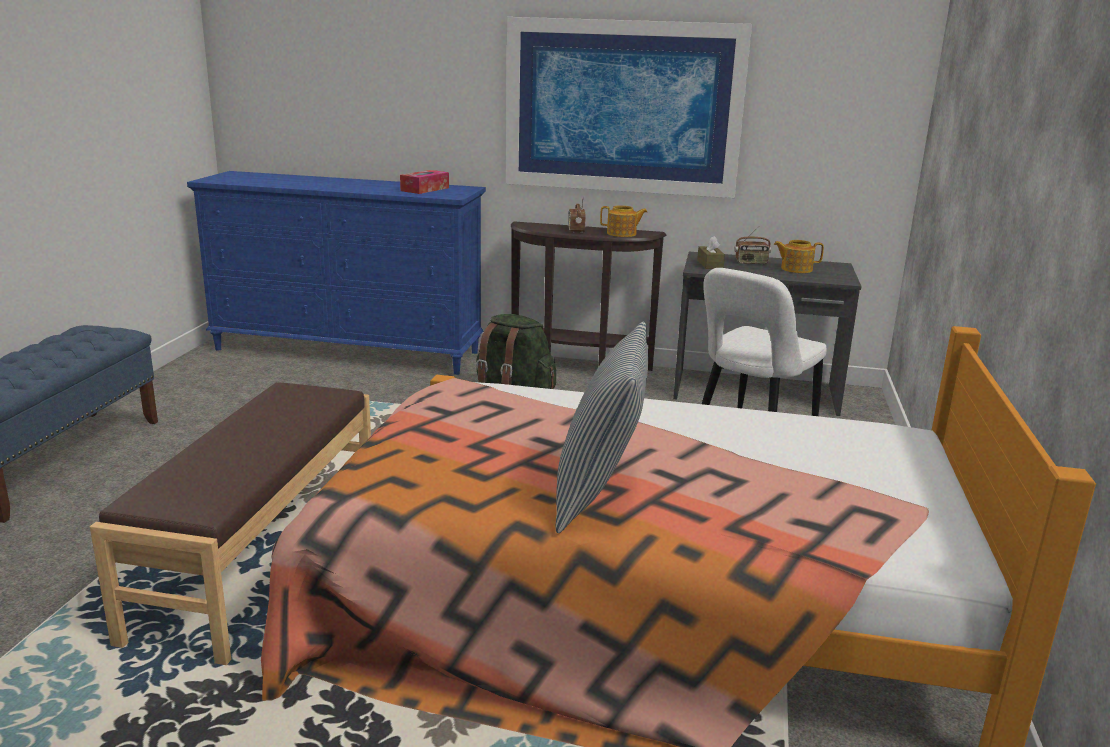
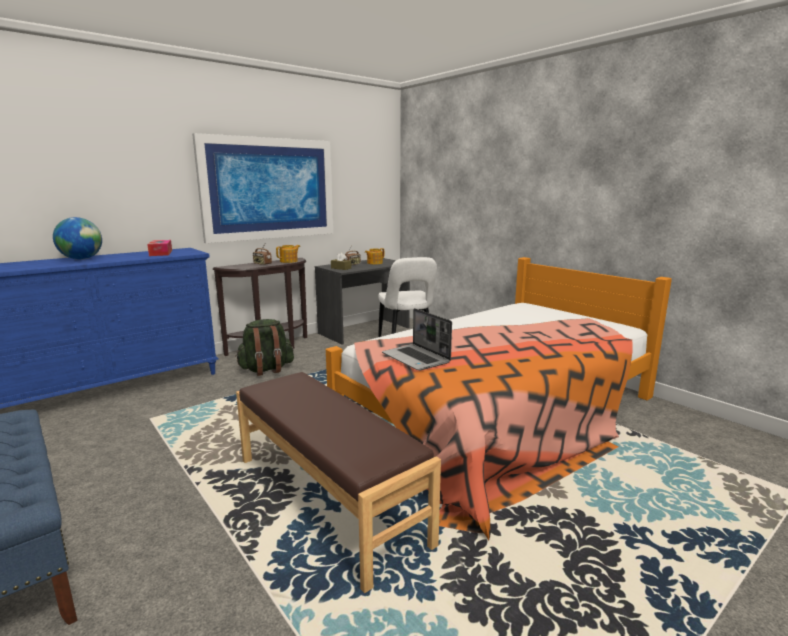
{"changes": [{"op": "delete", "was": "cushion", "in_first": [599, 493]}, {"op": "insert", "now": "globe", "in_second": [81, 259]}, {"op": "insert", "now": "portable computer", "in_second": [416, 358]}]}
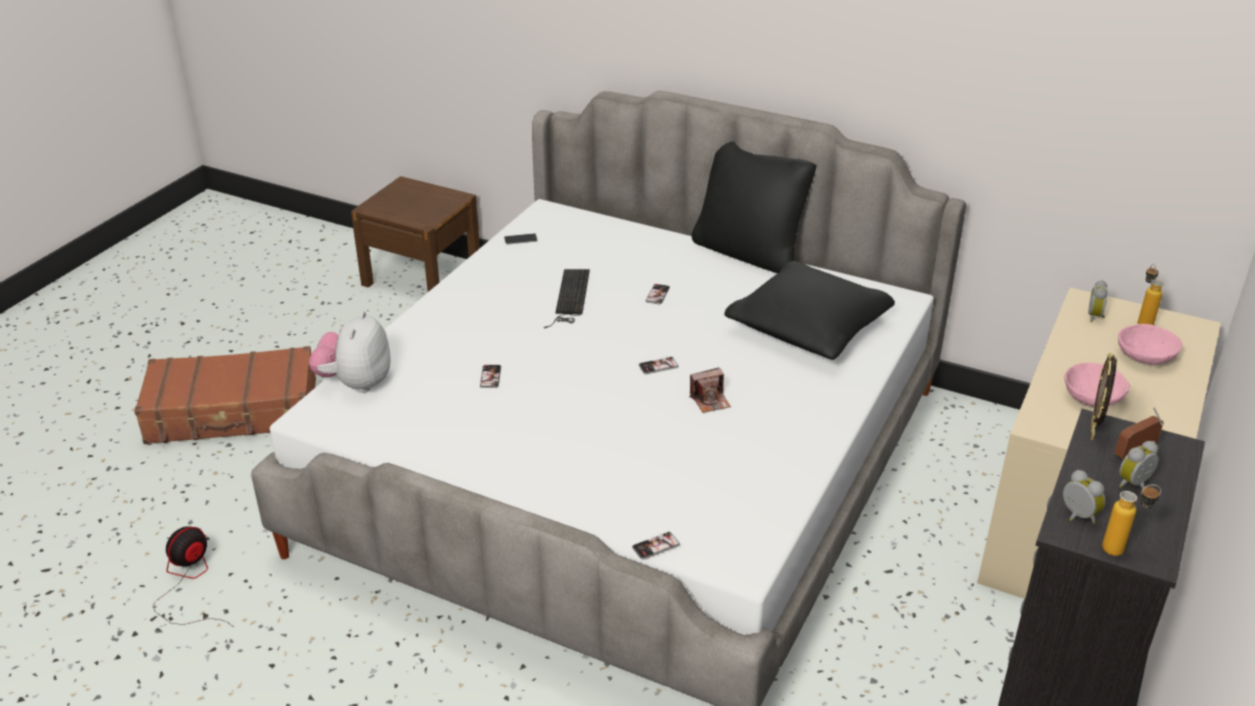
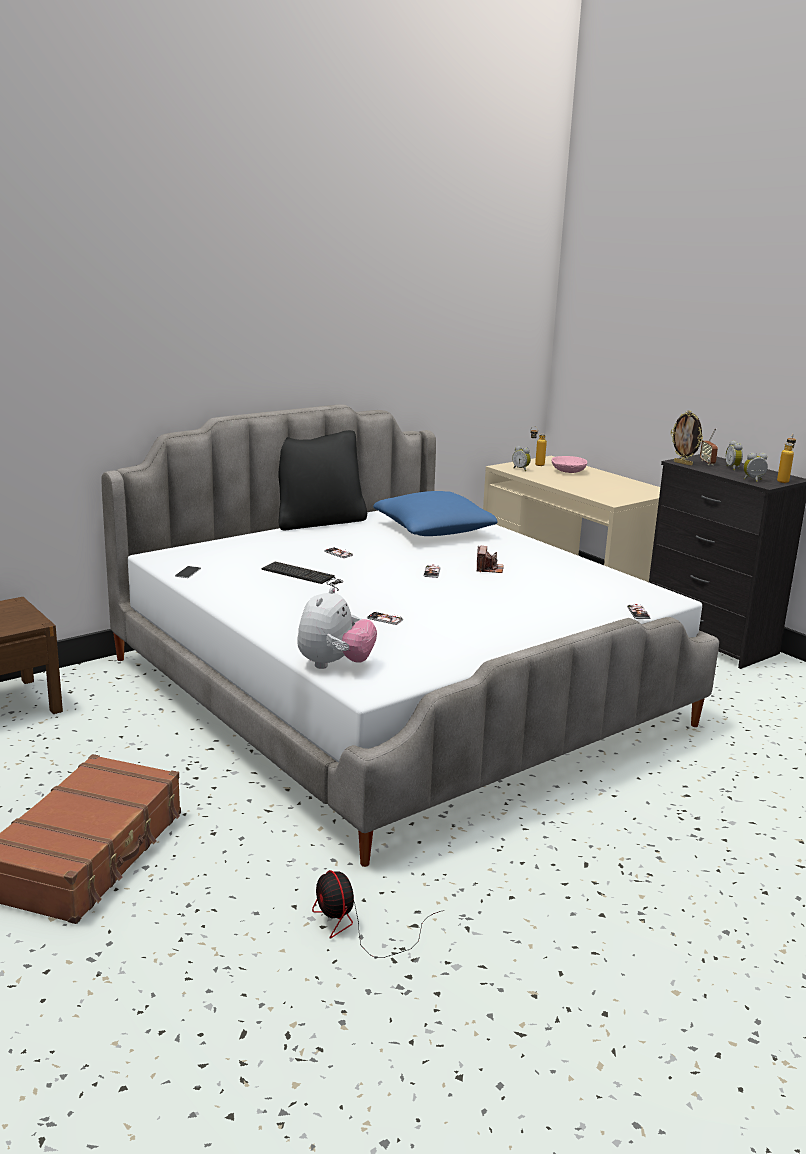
{"changes": [{"op": "recolor", "was": "black-coloured cushion", "now": "bluish cushion", "in_first": [808, 327], "in_second": [433, 530]}, {"op": "rotate", "was": "soft toy", "in_first": [356, 383], "in_second": [334, 665], "clockwise": -105}, {"op": "delete", "was": "pink-coloured deep dish", "in_first": [1092, 397]}]}
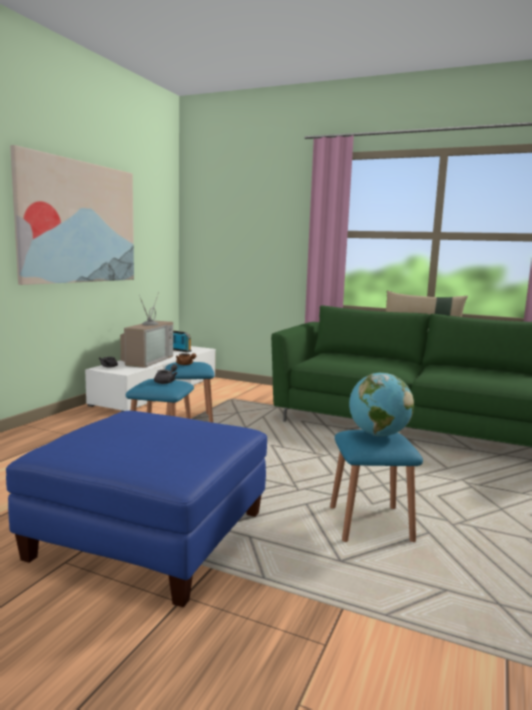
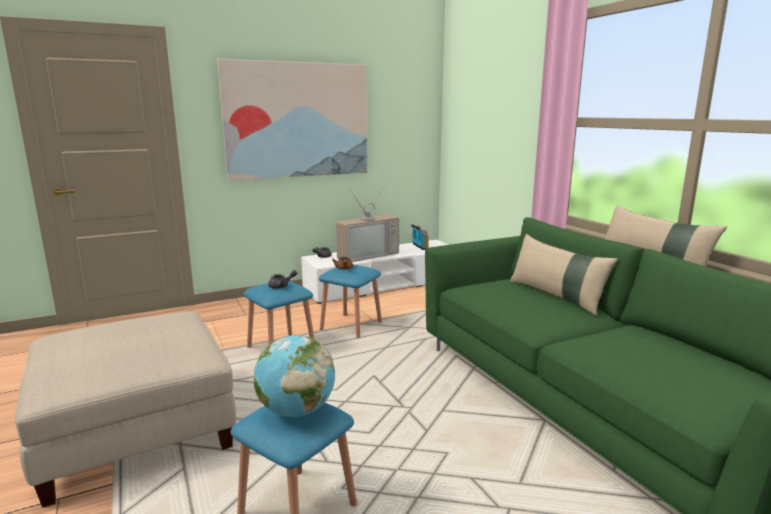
{"changes": [{"op": "recolor", "was": "bluish pouffe", "now": "beige pouffe", "in_first": [149, 535], "in_second": [135, 430]}, {"op": "insert", "now": "beige cushion", "in_second": [556, 296]}]}
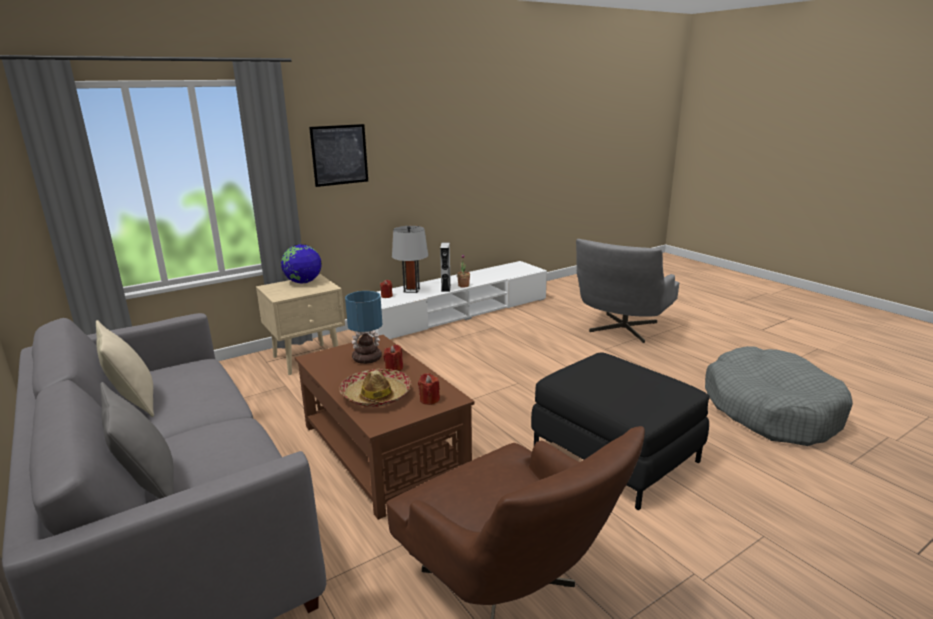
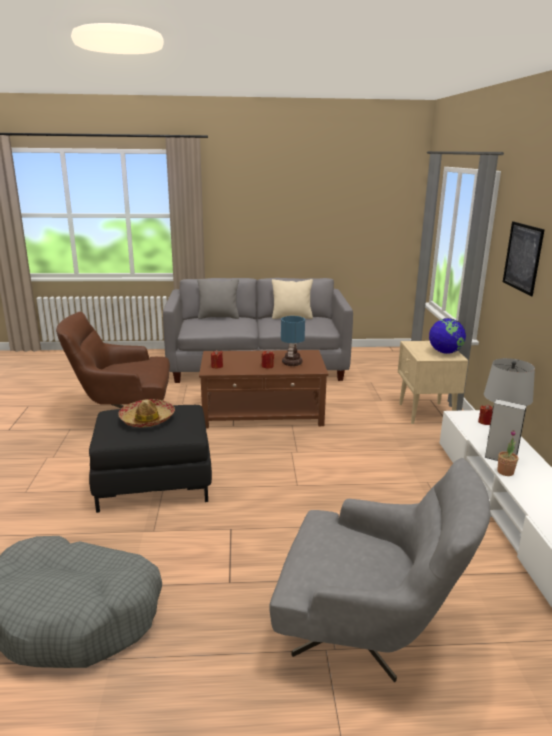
{"changes": [{"op": "rotate", "was": "greyish armchair", "in_first": [621, 331], "in_second": [368, 633], "clockwise": 135}, {"op": "move", "was": "hat", "in_first": [376, 396], "in_second": [147, 419]}]}
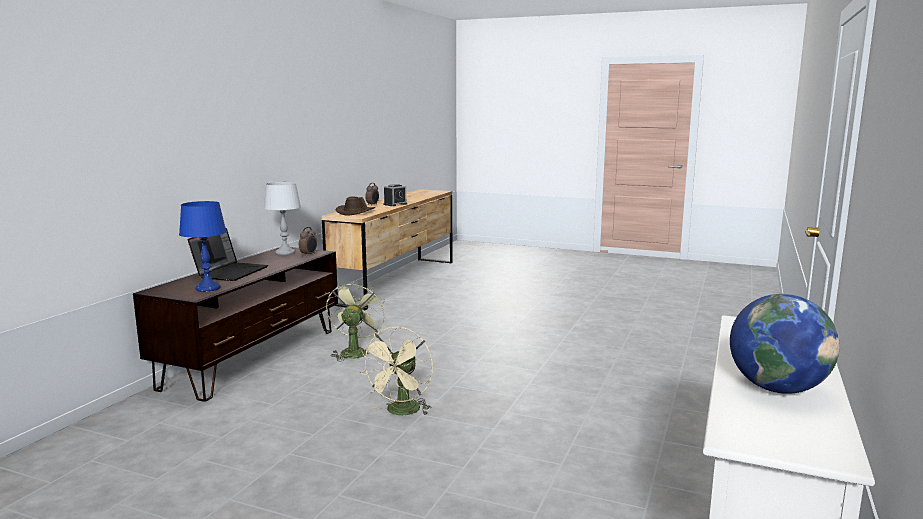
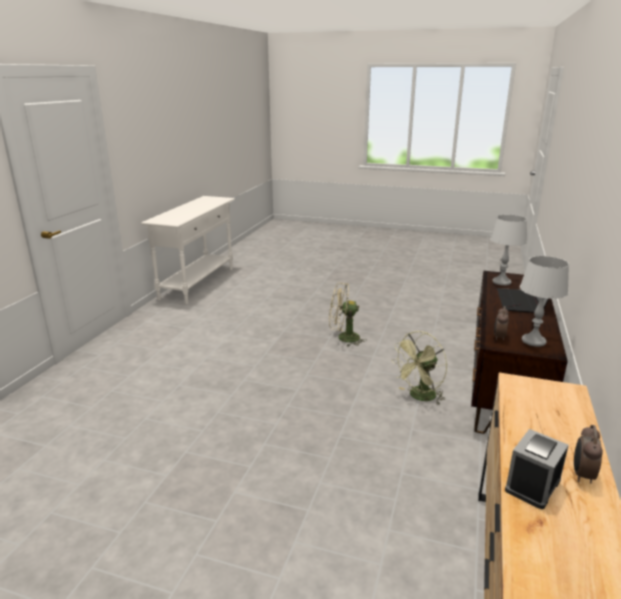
{"changes": [{"op": "delete", "was": "brownish hat", "in_first": [356, 212]}, {"op": "recolor", "was": "bluish table lamp", "now": "greyish table lamp", "in_first": [208, 288], "in_second": [501, 282]}, {"op": "rotate", "was": "green fan", "in_first": [354, 351], "in_second": [419, 397], "clockwise": 45}, {"op": "delete", "was": "globe", "in_first": [777, 388]}, {"op": "rotate", "was": "beige fan", "in_first": [401, 412], "in_second": [343, 338], "clockwise": -105}]}
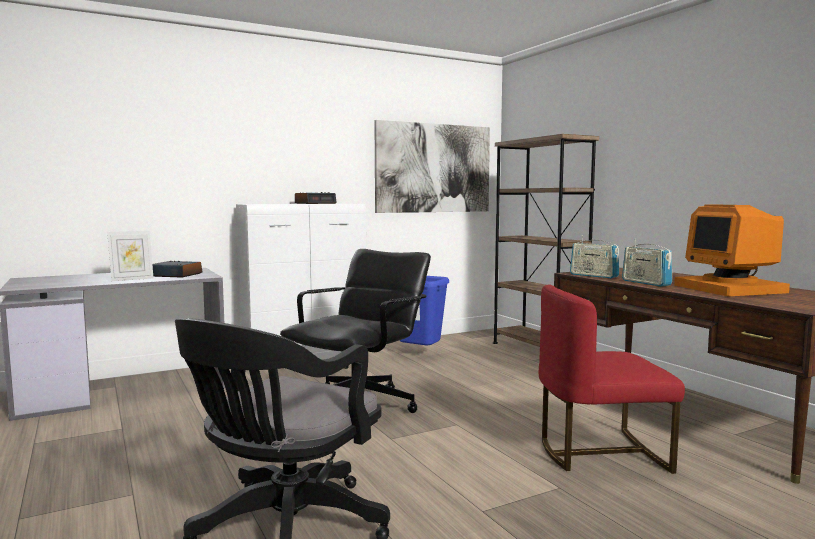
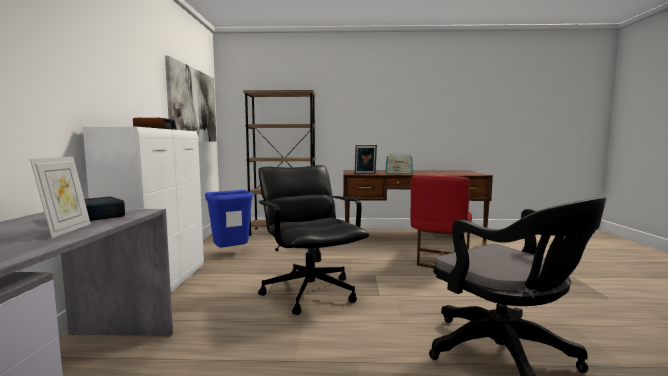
{"changes": [{"op": "delete", "was": "computer display", "in_first": [731, 289]}, {"op": "replace", "was": "radio", "now": "photo frame", "in_first": [593, 276], "in_second": [365, 174]}]}
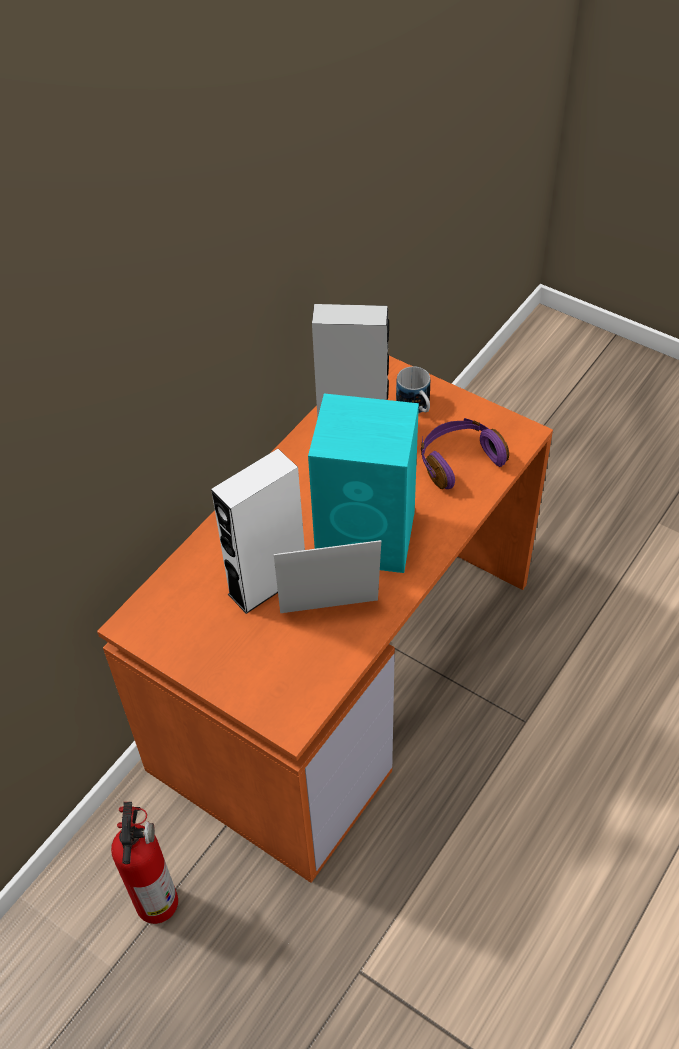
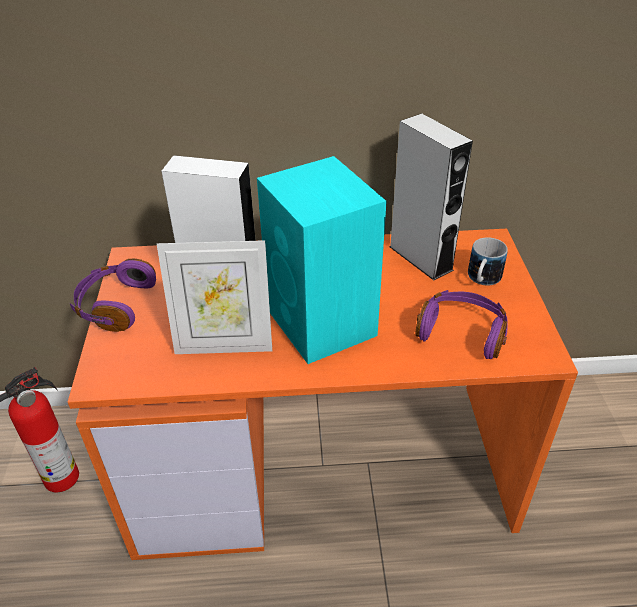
{"changes": [{"op": "rotate", "was": "photo frame", "in_first": [330, 614], "in_second": [224, 345], "clockwise": 135}, {"op": "insert", "now": "purplish headset", "in_second": [115, 305]}]}
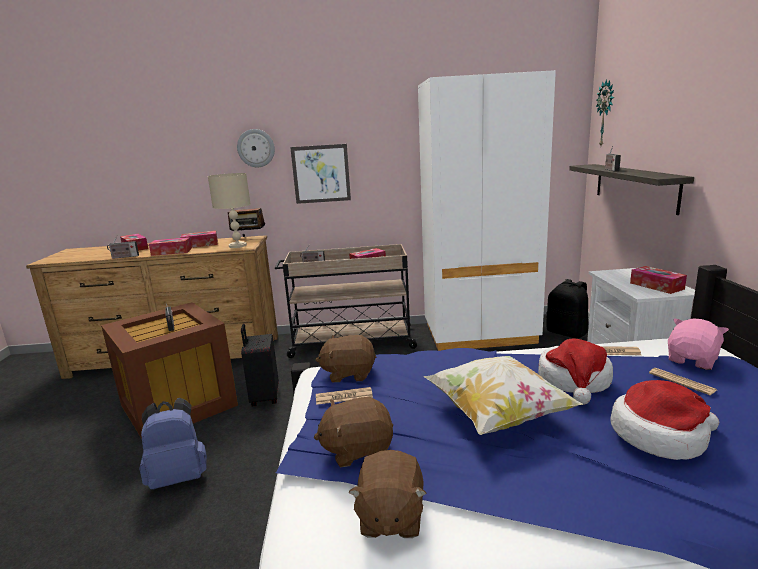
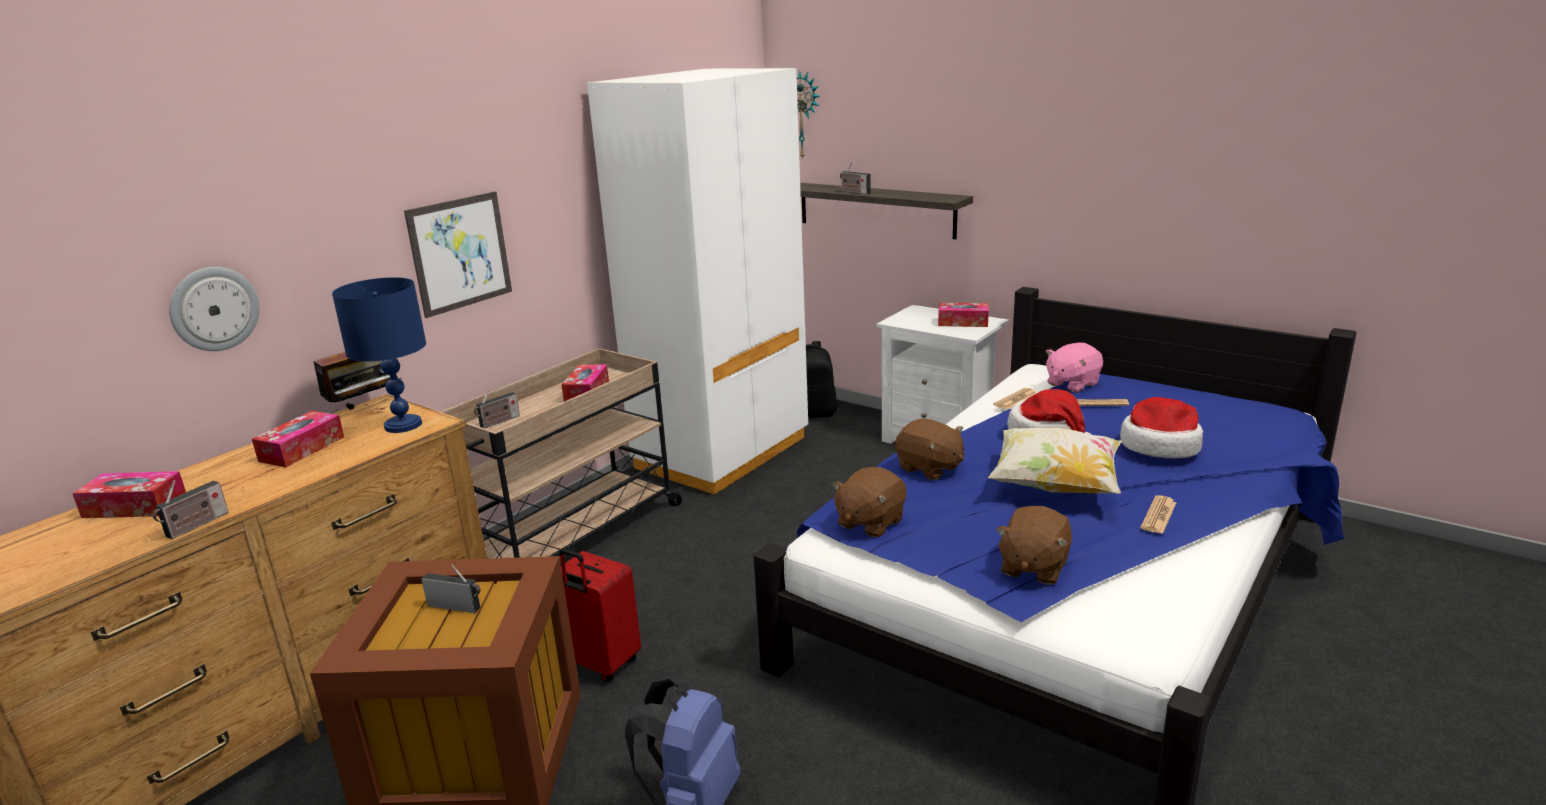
{"changes": [{"op": "move", "was": "clock on the wall", "in_first": [256, 148], "in_second": [214, 308]}, {"op": "recolor", "was": "beige table lamp", "now": "bluish table lamp", "in_first": [237, 246], "in_second": [403, 425]}, {"op": "delete", "was": "tissue holder", "in_first": [171, 252]}, {"op": "rotate", "was": "pink-coloured soft toy", "in_first": [693, 360], "in_second": [1072, 384], "clockwise": -120}, {"op": "recolor", "was": "black-coloured travel case", "now": "red-coloured travel case", "in_first": [264, 398], "in_second": [600, 664]}, {"op": "move", "was": "newspaper", "in_first": [344, 396], "in_second": [1158, 515]}, {"op": "move", "was": "brownish soft toy", "in_first": [390, 517], "in_second": [929, 468]}]}
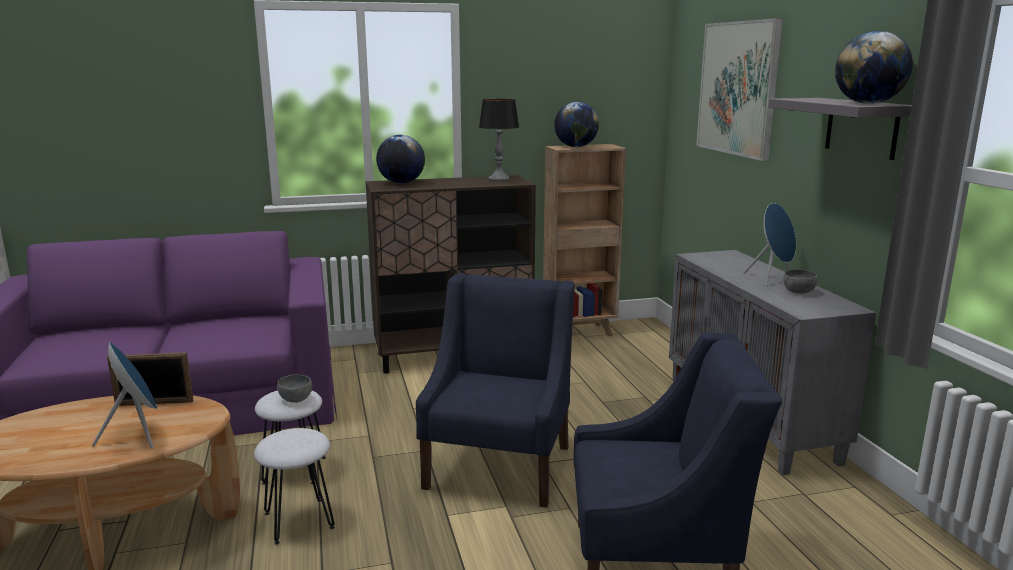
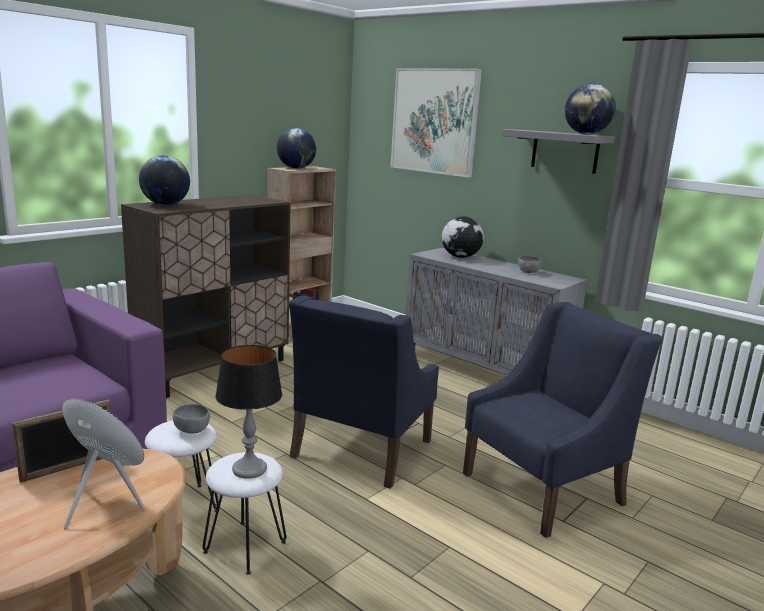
{"changes": [{"op": "move", "was": "table lamp", "in_first": [499, 179], "in_second": [249, 469]}, {"op": "delete", "was": "bluish loudspeaker", "in_first": [772, 279]}, {"op": "rotate", "was": "bluish armchair", "in_first": [499, 466], "in_second": [361, 449], "clockwise": -135}, {"op": "insert", "now": "globe", "in_second": [460, 257]}]}
